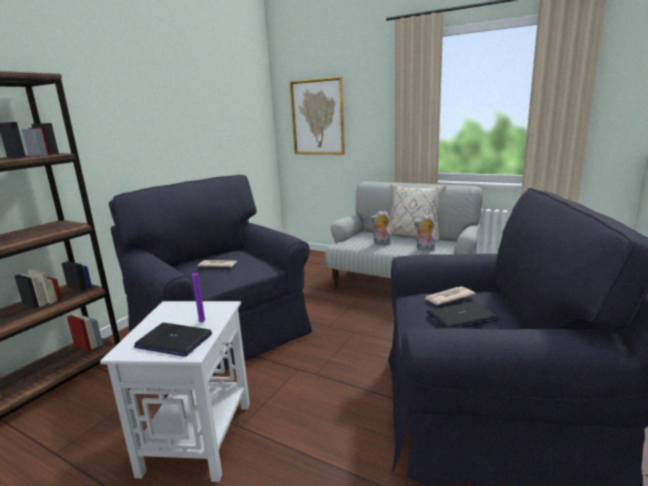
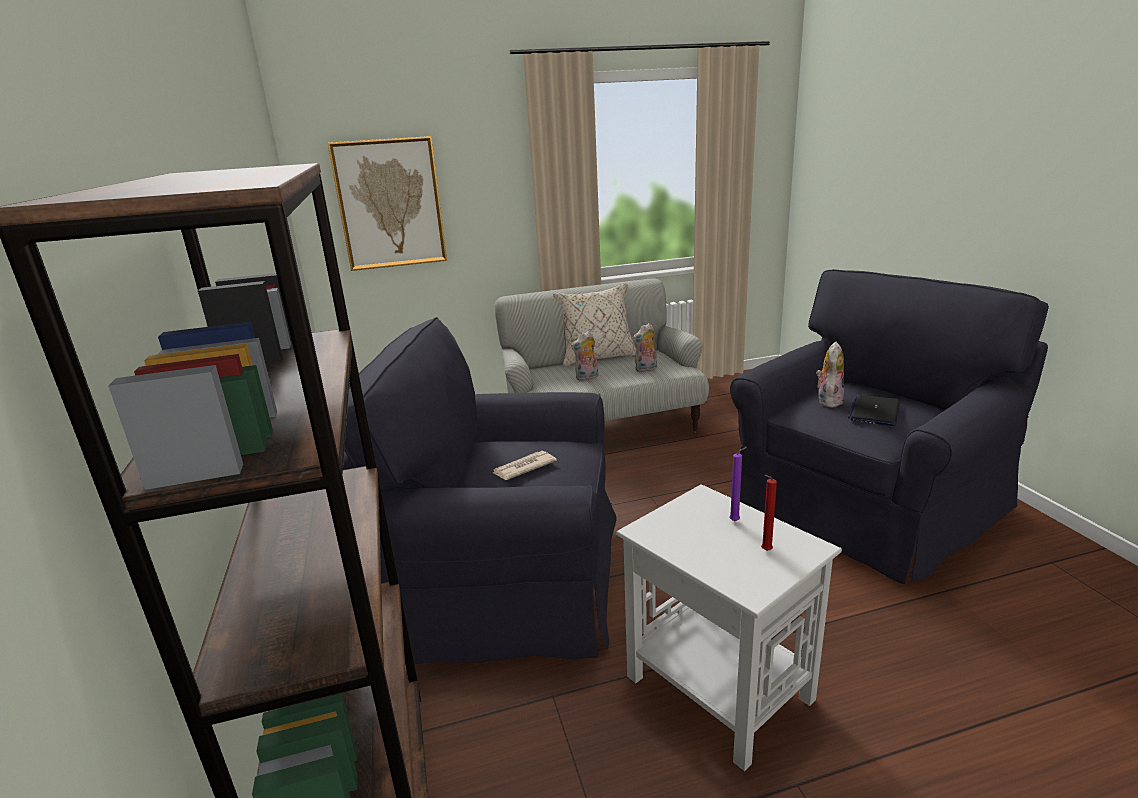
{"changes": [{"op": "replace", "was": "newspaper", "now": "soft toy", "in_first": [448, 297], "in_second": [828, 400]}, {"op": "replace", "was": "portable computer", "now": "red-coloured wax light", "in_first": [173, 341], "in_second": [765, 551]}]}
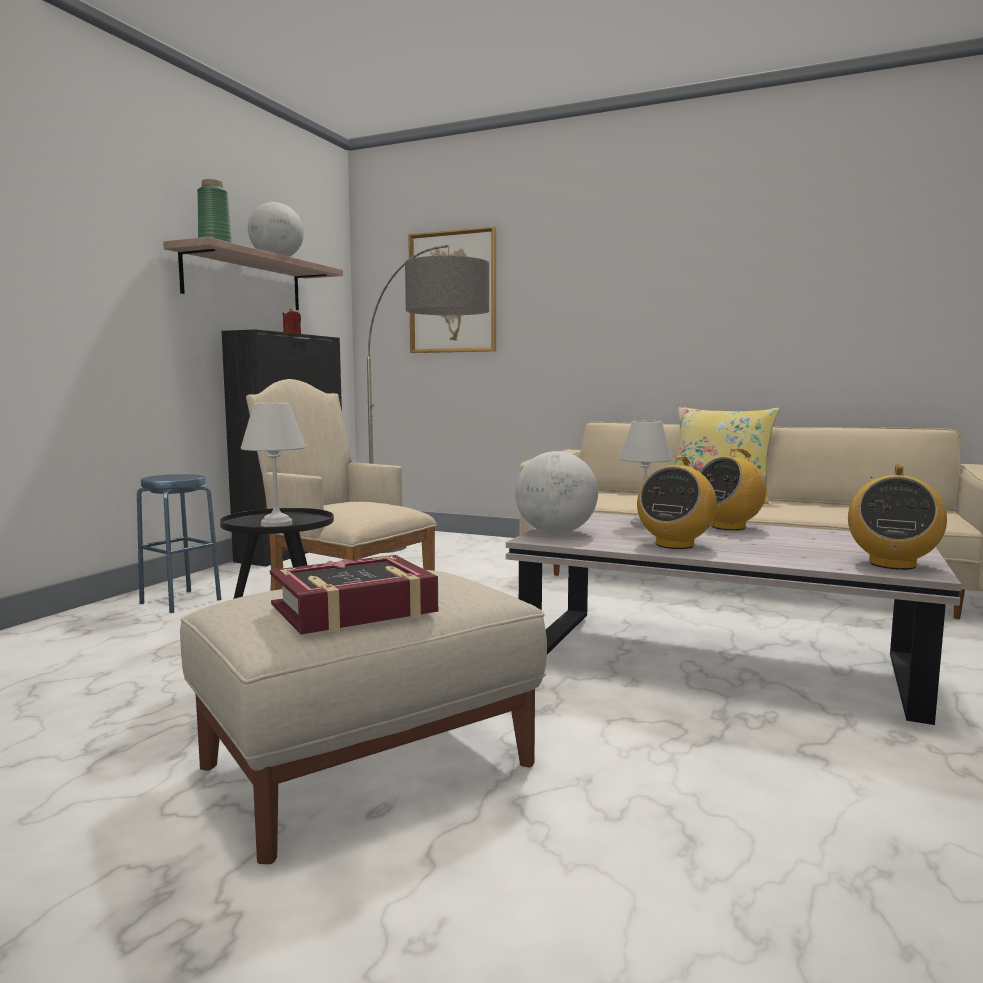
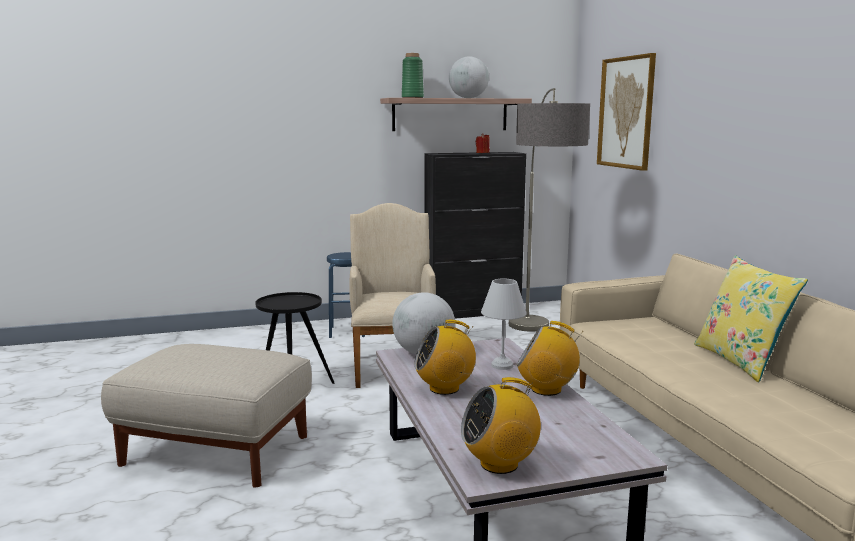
{"changes": [{"op": "delete", "was": "white-coloured table lamp", "in_first": [277, 524]}, {"op": "delete", "was": "bound book", "in_first": [354, 609]}]}
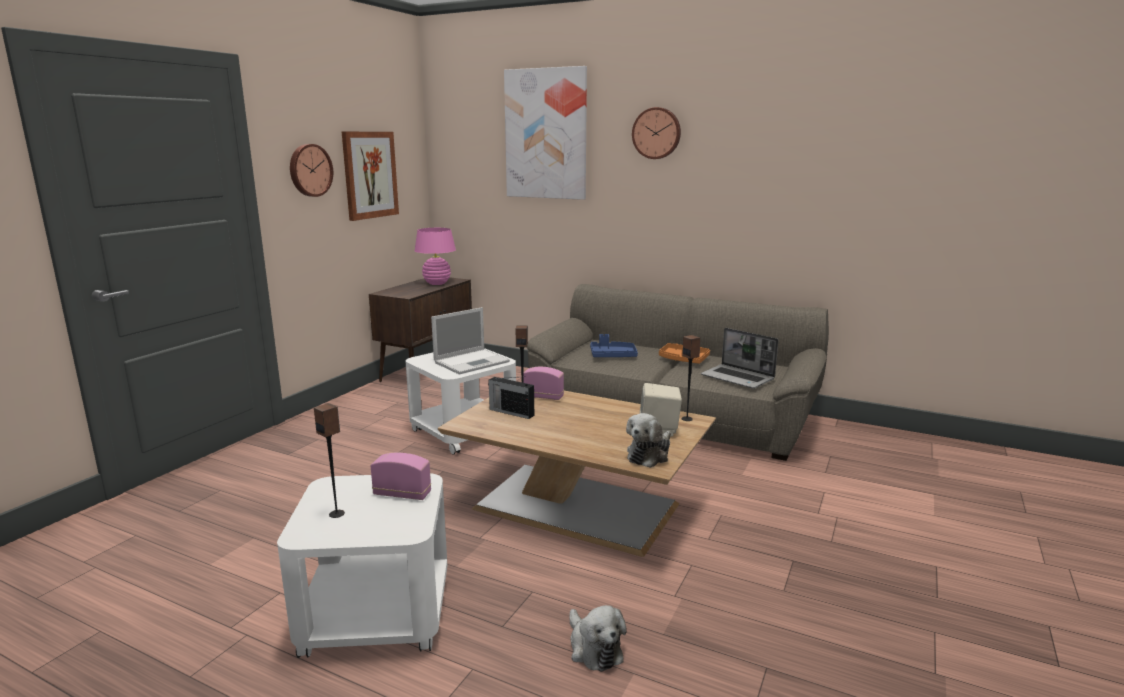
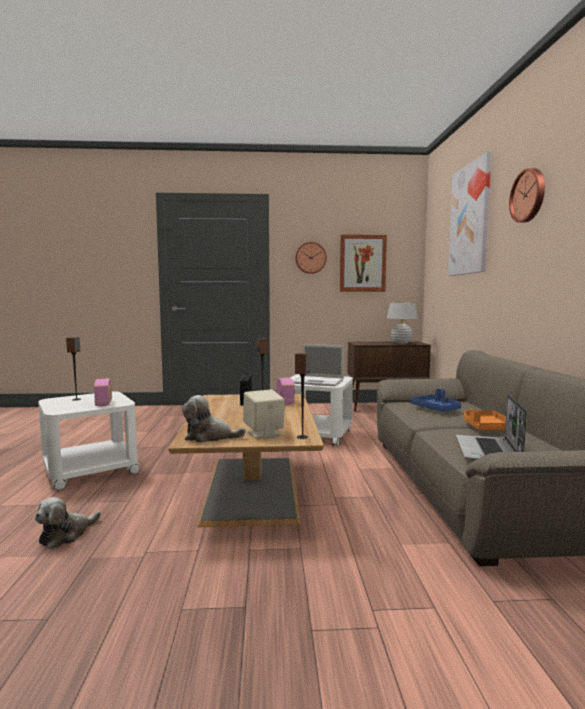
{"changes": [{"op": "recolor", "was": "pink-coloured table lamp", "now": "white-coloured table lamp", "in_first": [437, 283], "in_second": [401, 343]}]}
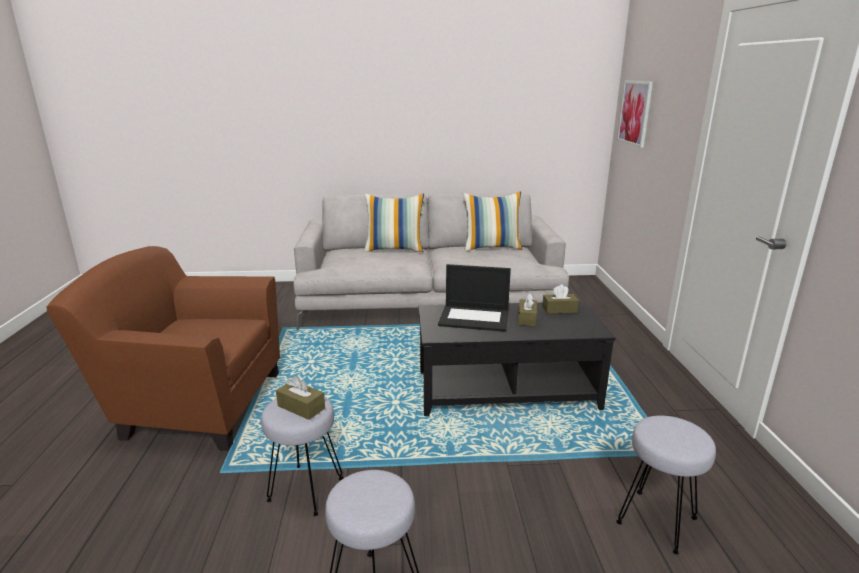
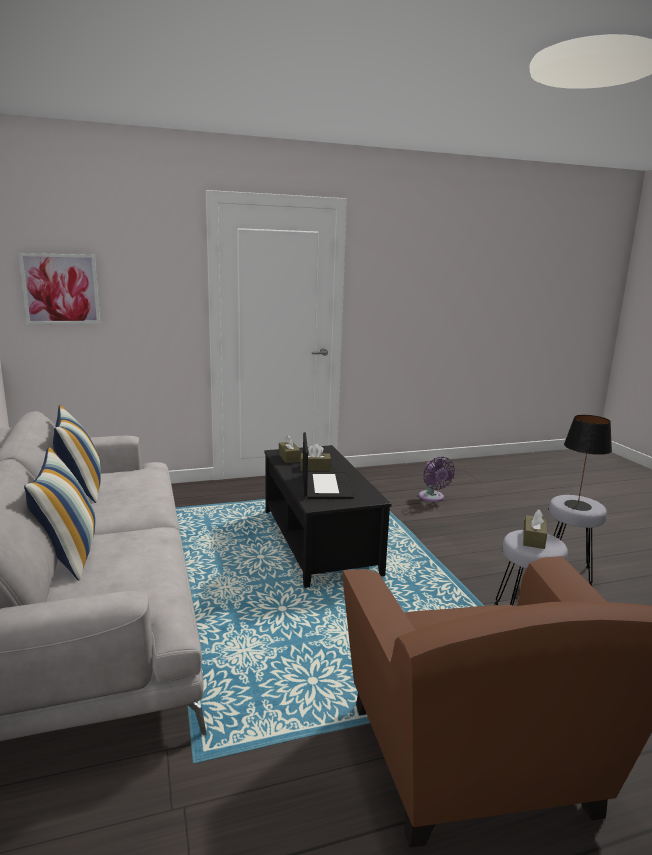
{"changes": [{"op": "replace", "was": "greyish sitting stool", "now": "purplish fan", "in_first": [657, 521], "in_second": [432, 498]}, {"op": "insert", "now": "black-coloured table lamp", "in_second": [578, 505]}]}
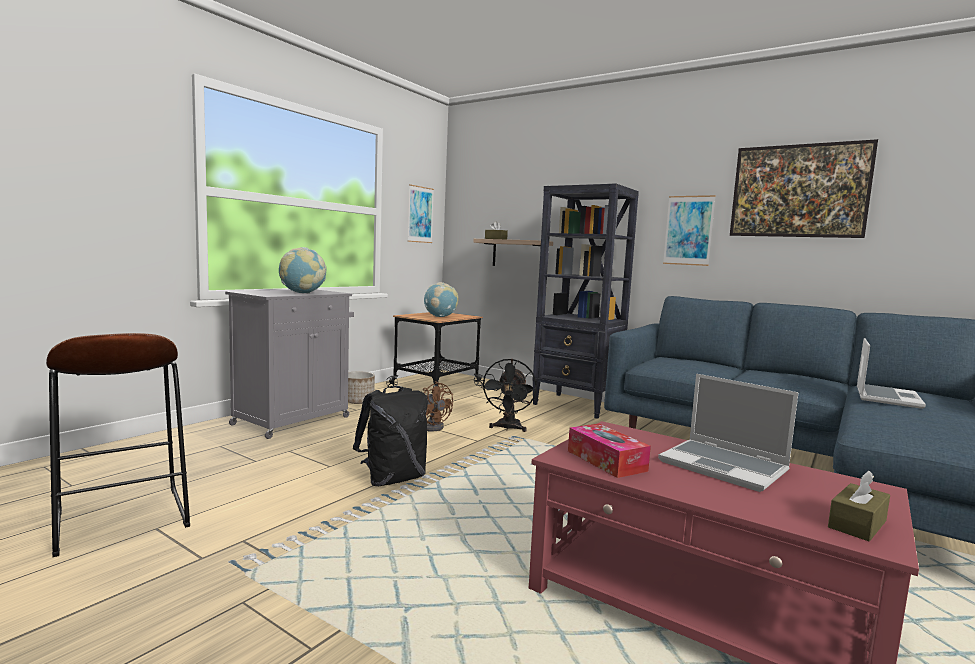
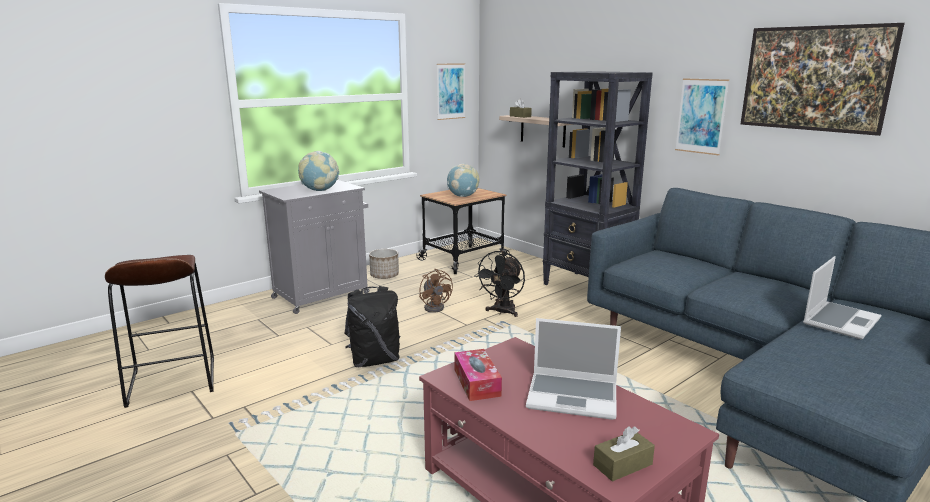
{"changes": [{"op": "rotate", "was": "portable computer", "in_first": [725, 467], "in_second": [573, 396], "clockwise": -45}]}
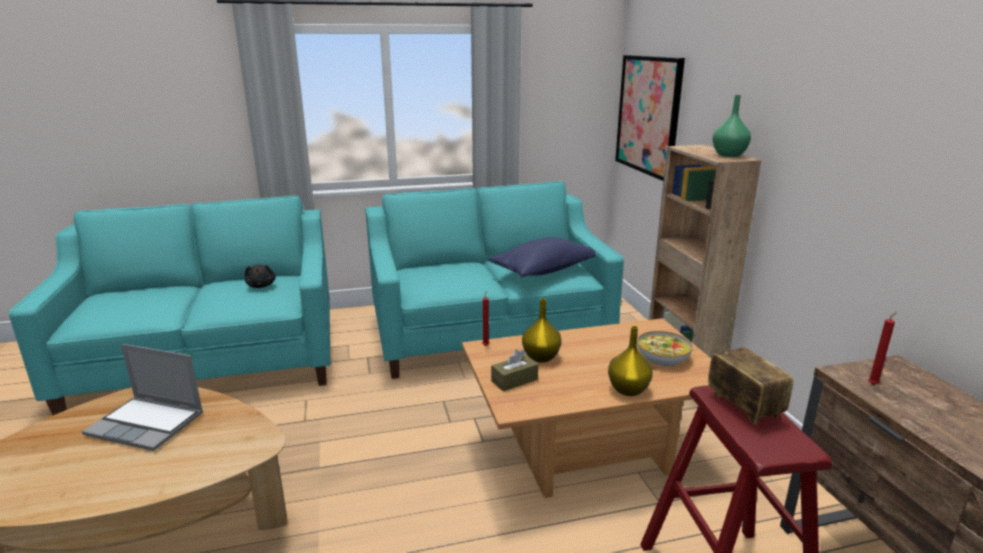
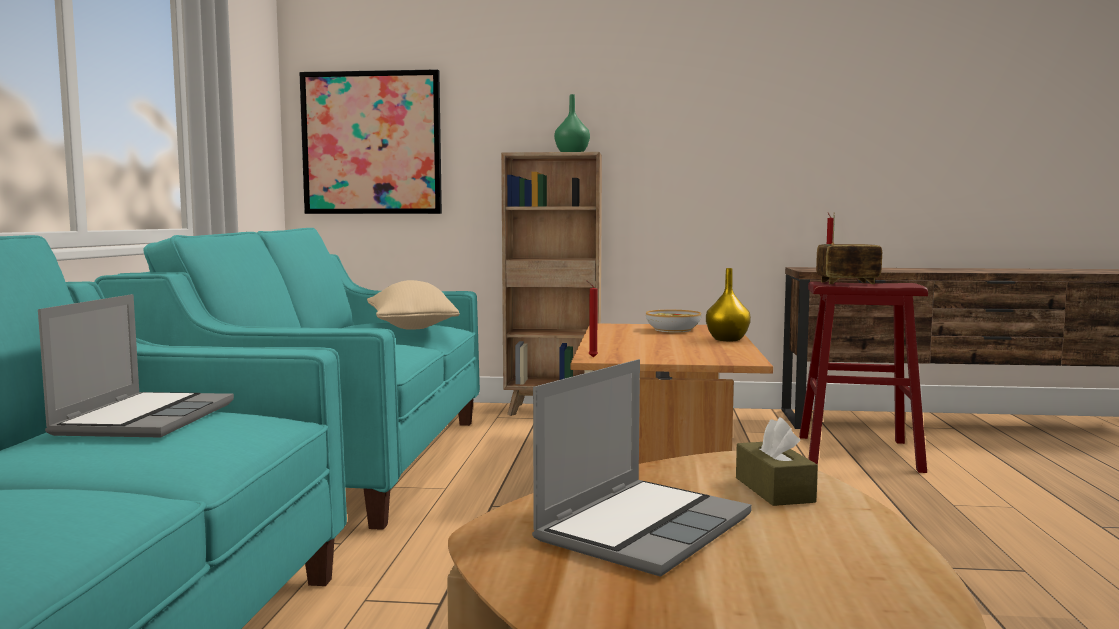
{"changes": [{"op": "recolor", "was": "bluish cushion", "now": "beige cushion", "in_first": [543, 270], "in_second": [410, 327]}, {"op": "replace", "was": "black-coloured soft toy", "now": "portable computer", "in_first": [261, 286], "in_second": [145, 418]}, {"op": "delete", "was": "yellow vase", "in_first": [541, 357]}, {"op": "move", "was": "brownish tissue holder", "in_first": [514, 380], "in_second": [774, 490]}]}
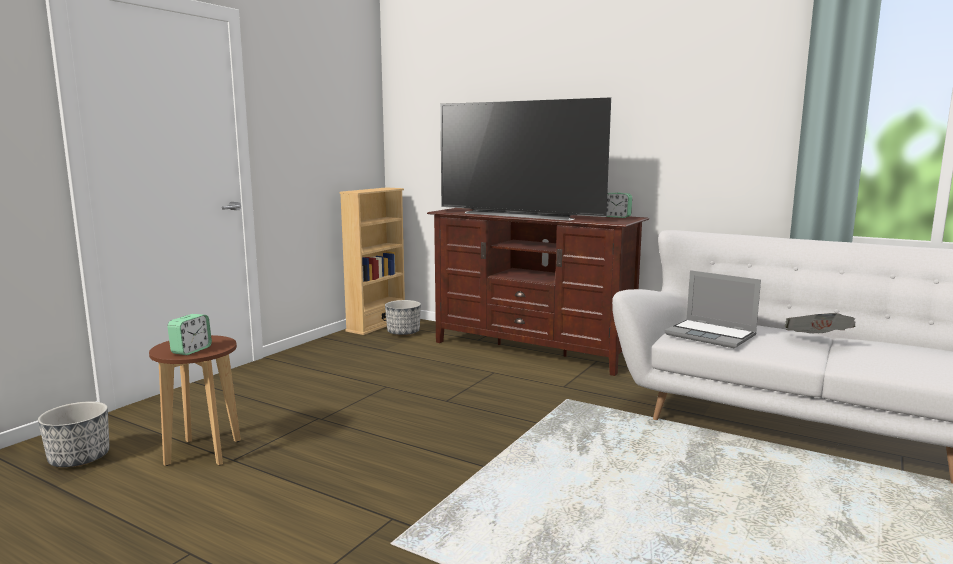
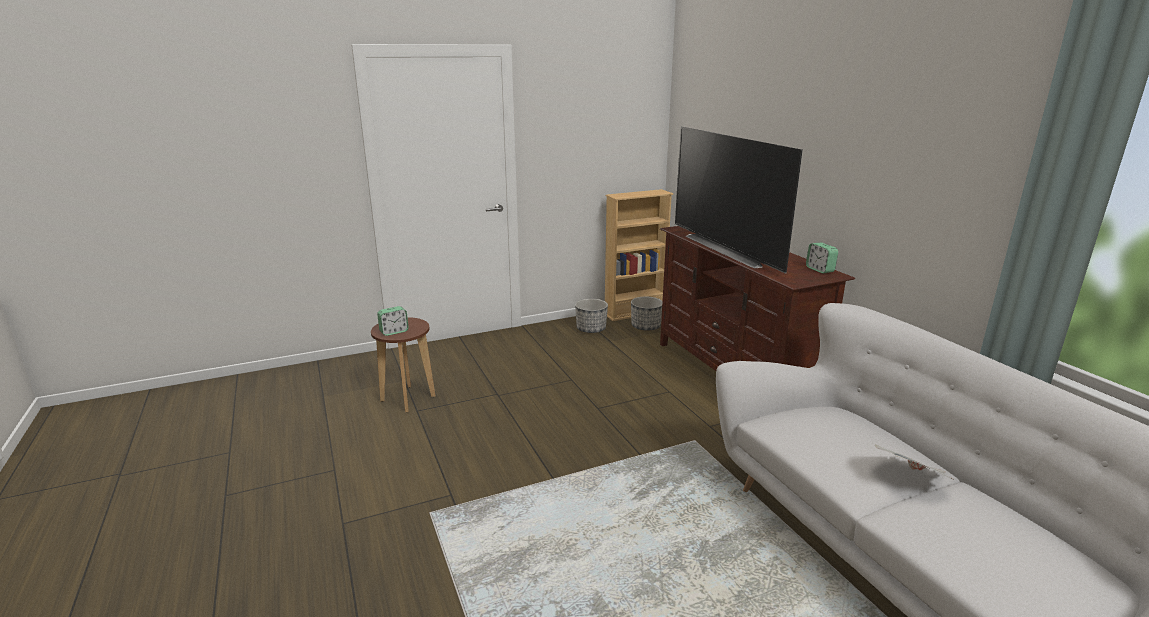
{"changes": [{"op": "delete", "was": "portable computer", "in_first": [711, 335]}, {"op": "move", "was": "planter", "in_first": [80, 459], "in_second": [591, 329]}]}
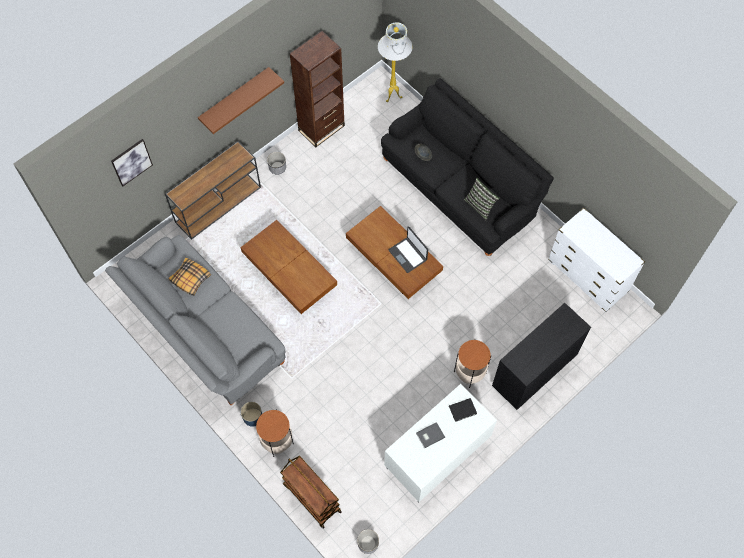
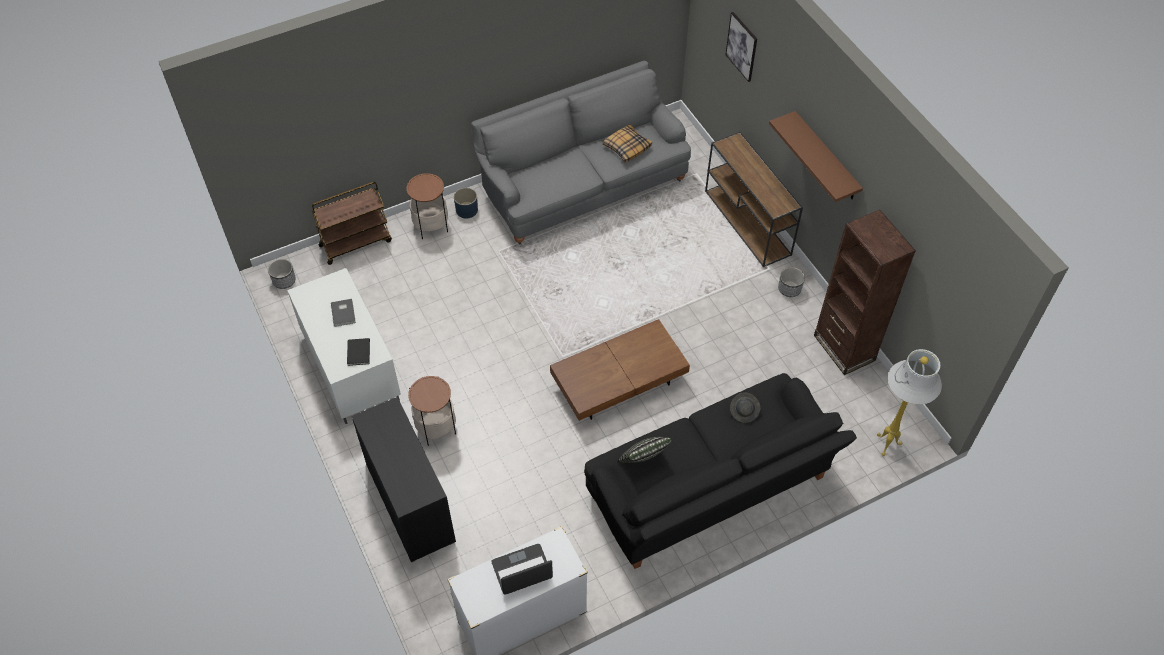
{"changes": [{"op": "delete", "was": "brownish coffee table", "in_first": [289, 275]}, {"op": "move", "was": "portable computer", "in_first": [408, 255], "in_second": [522, 570]}]}
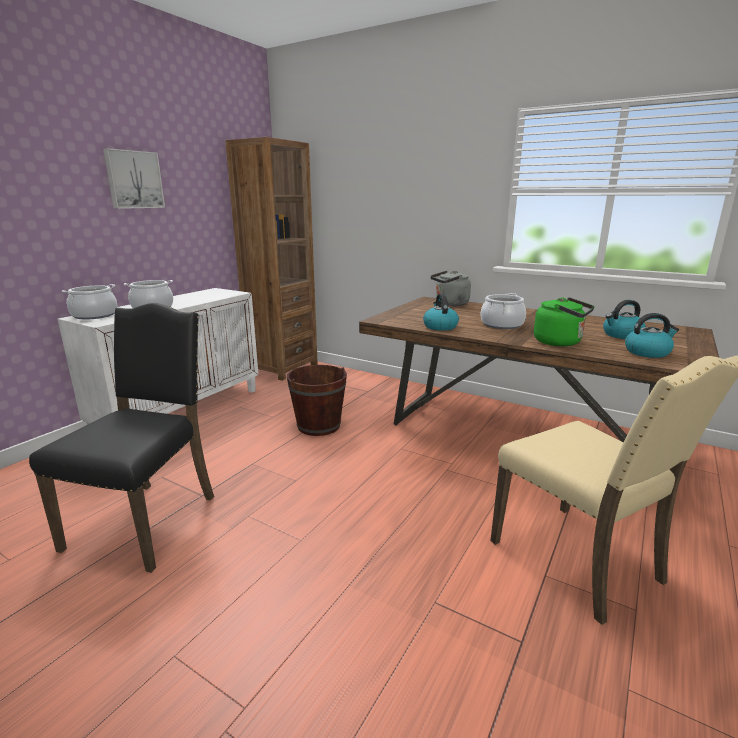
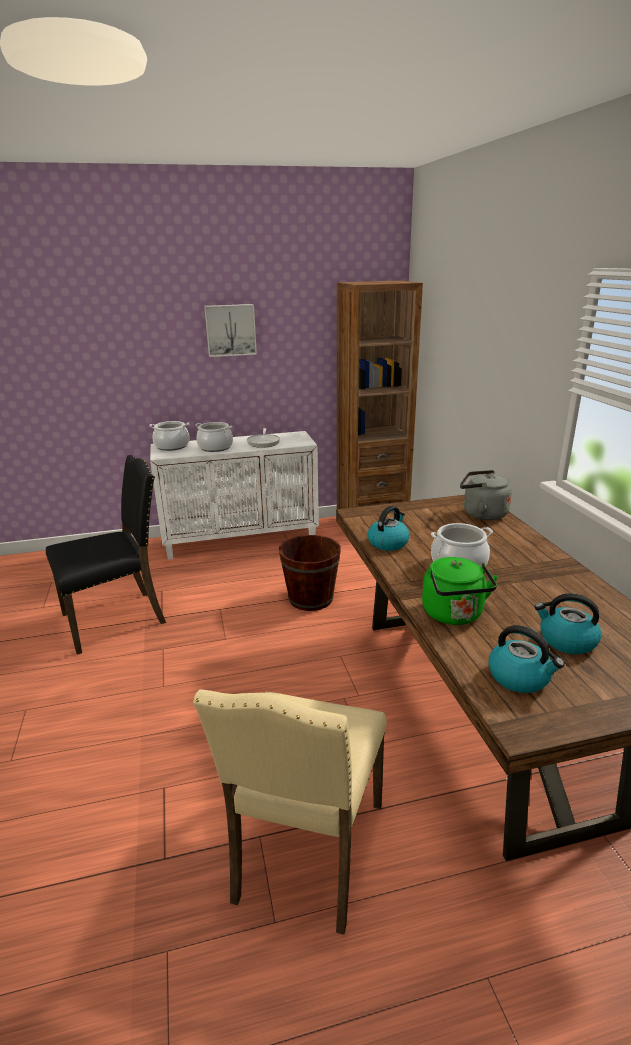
{"changes": [{"op": "insert", "now": "pan", "in_second": [263, 442]}]}
